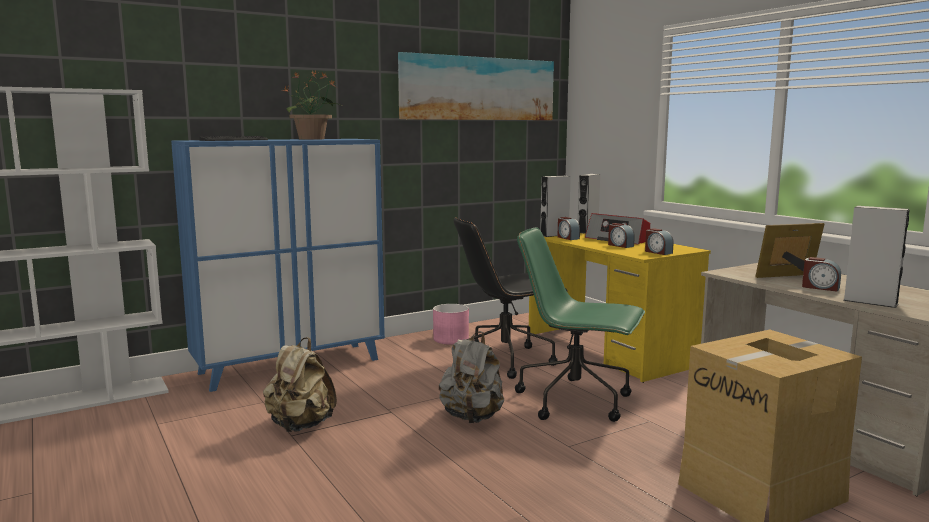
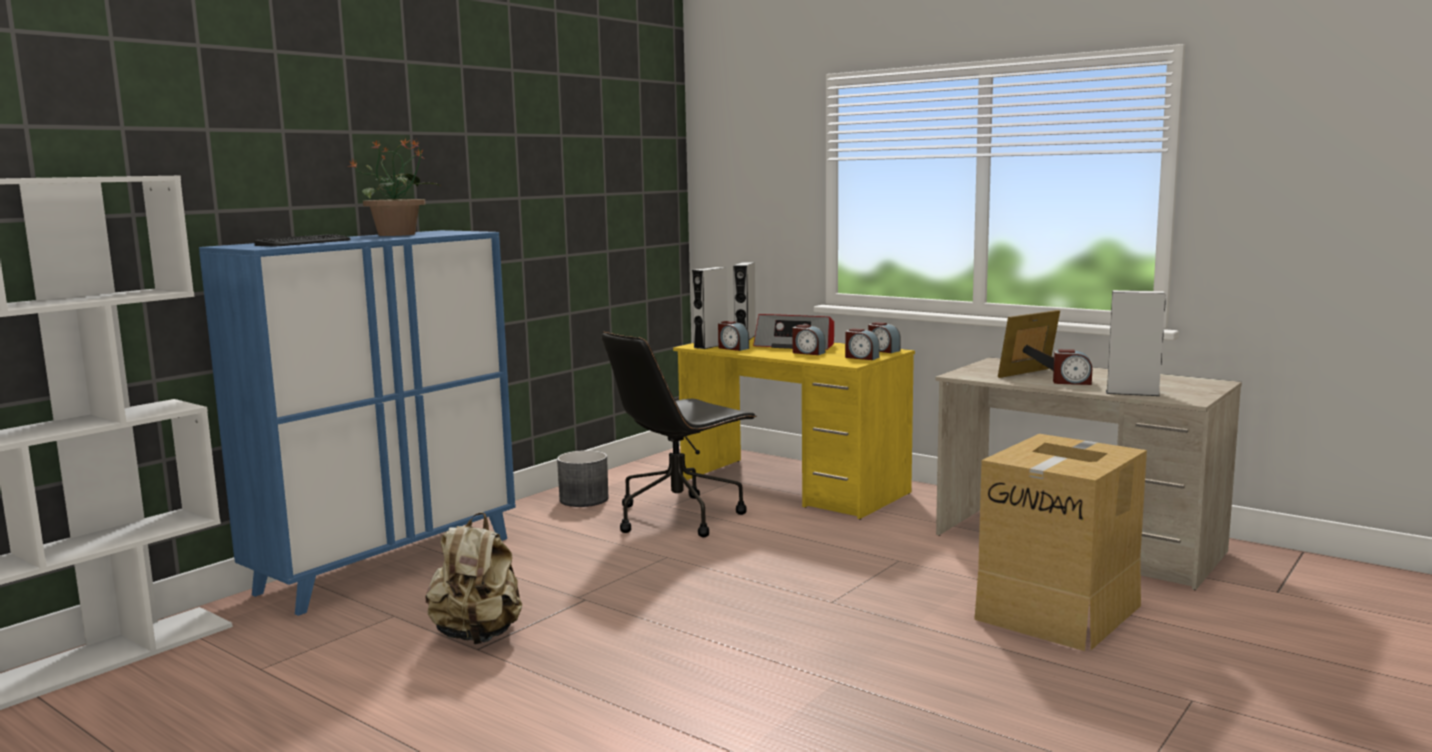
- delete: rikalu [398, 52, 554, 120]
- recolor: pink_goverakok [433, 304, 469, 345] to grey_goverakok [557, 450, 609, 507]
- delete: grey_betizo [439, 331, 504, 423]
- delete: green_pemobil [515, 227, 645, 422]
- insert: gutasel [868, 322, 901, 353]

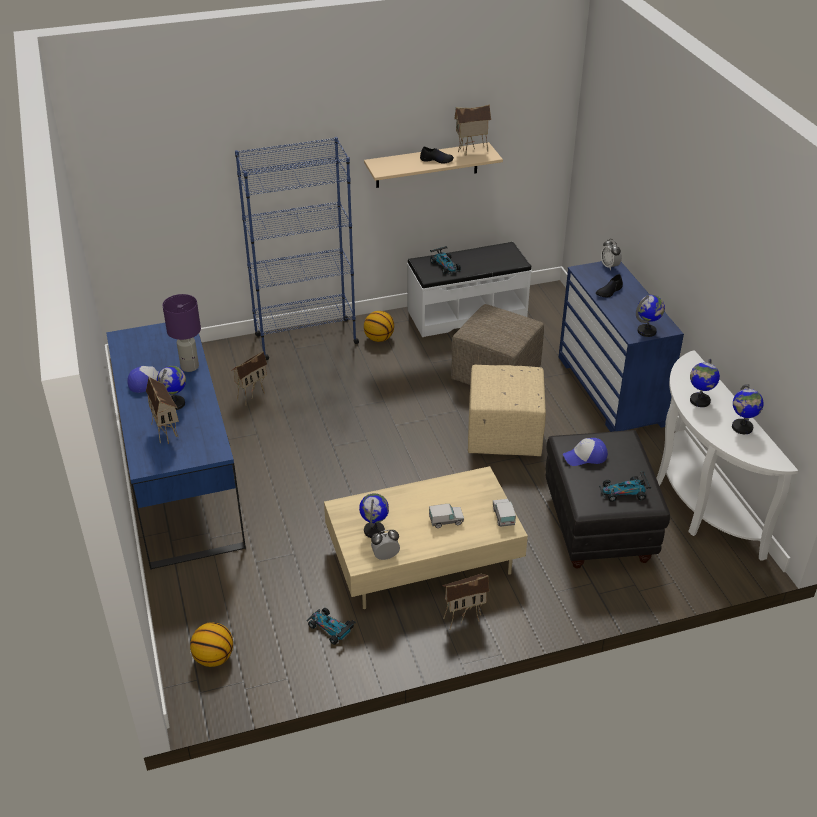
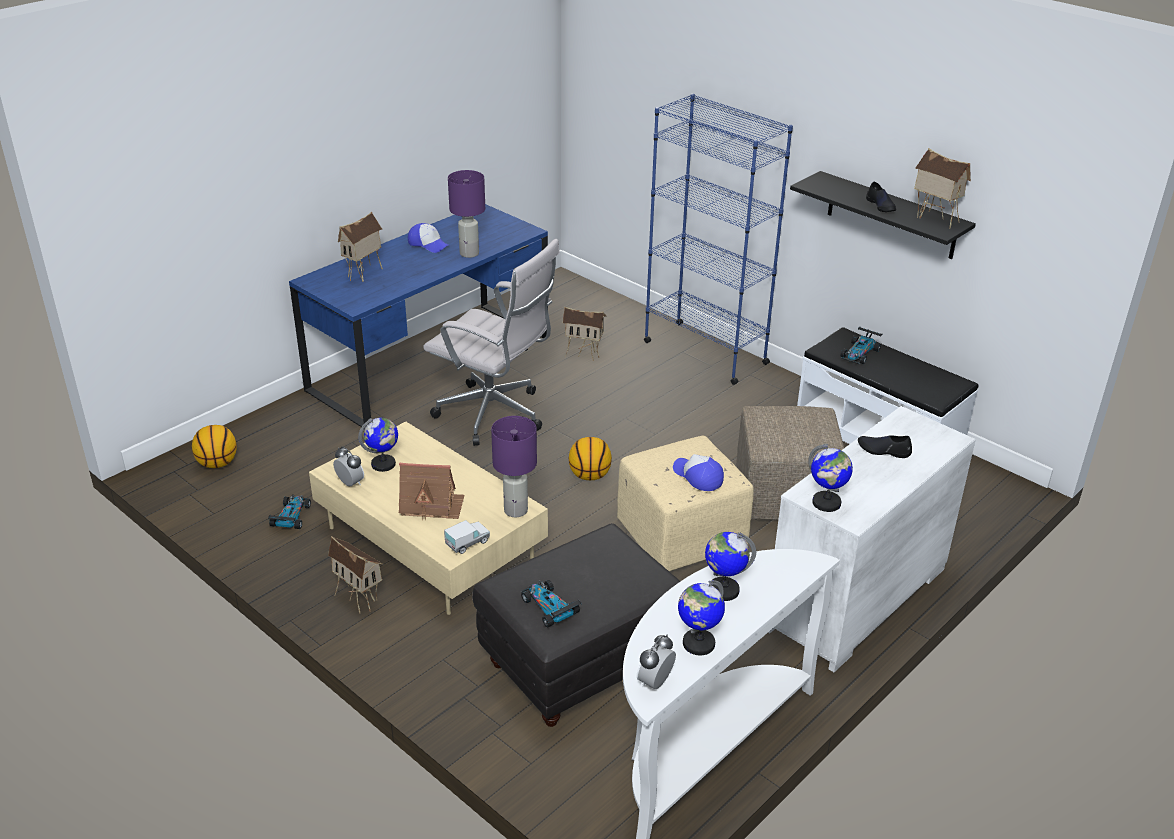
- delete: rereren [157, 366, 186, 410]
- recolor: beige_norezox [364, 142, 503, 188] to black_norezox [790, 171, 976, 259]
- move: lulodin [364, 311, 394, 342] to [569, 437, 612, 480]
- replace: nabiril [429, 504, 464, 528] to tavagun [399, 463, 464, 520]
- recolor: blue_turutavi [559, 261, 684, 432] to white_turutavi [768, 406, 976, 672]
- move: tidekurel [563, 438, 608, 466] to [673, 454, 724, 491]
- move: gutasel [601, 239, 622, 270] to [637, 635, 676, 689]
- insert: white_pemobil [423, 239, 560, 446]
- insert: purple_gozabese [491, 416, 537, 517]

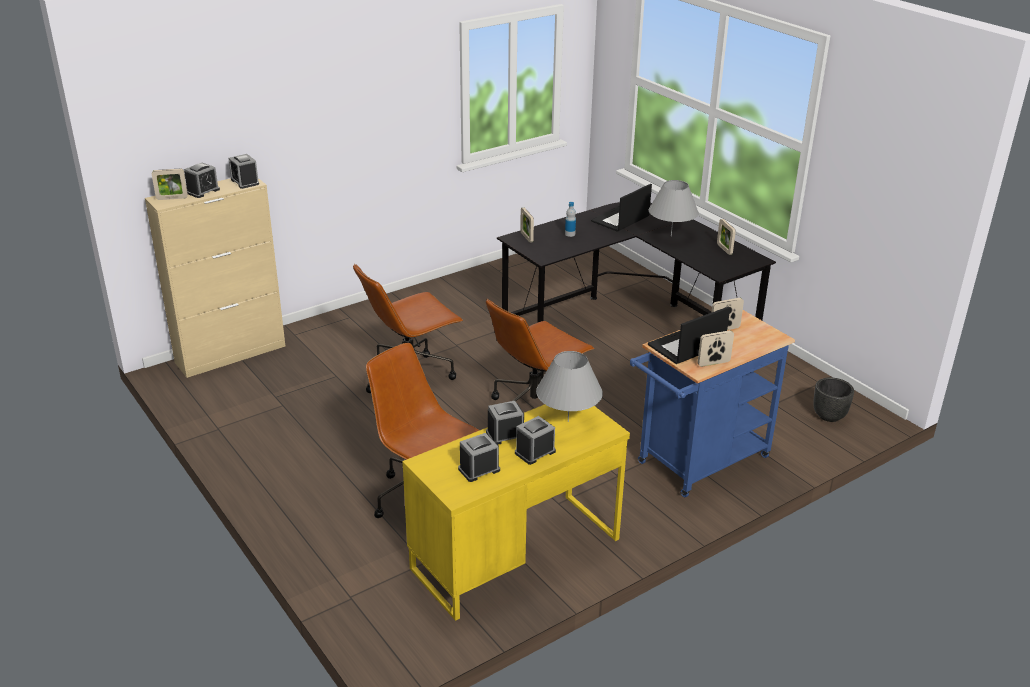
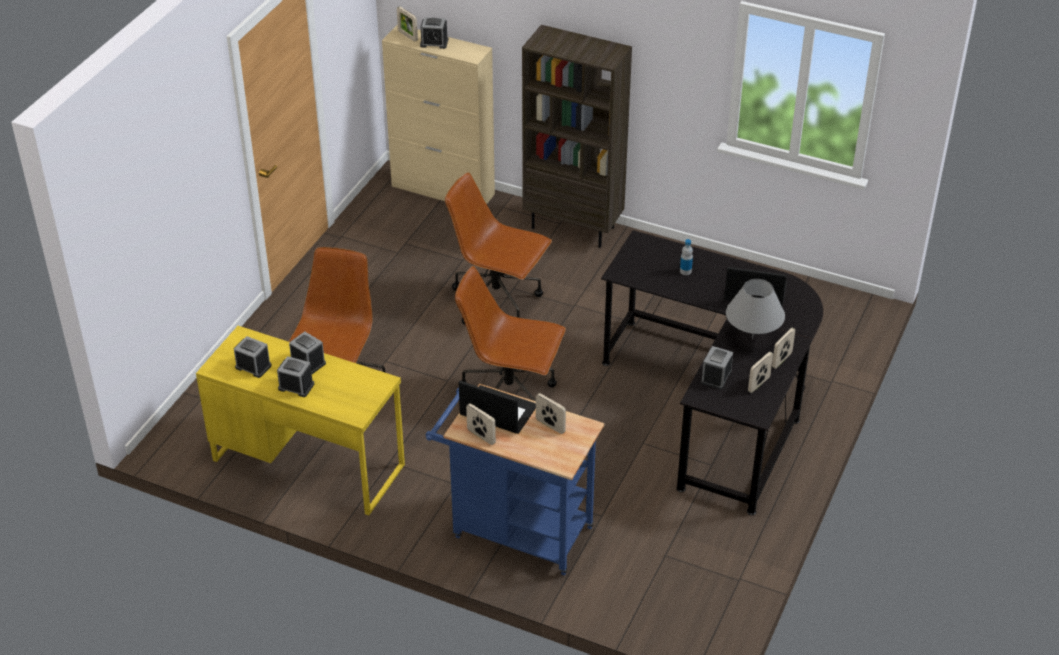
- move: gutasel [229, 154, 259, 189] to [701, 346, 733, 389]
- move: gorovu [520, 208, 534, 243] to [772, 328, 795, 369]
- delete: grey_gozabese [536, 351, 603, 422]
- delete: black_goverakok [813, 377, 854, 422]
- insert: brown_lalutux [522, 25, 632, 248]

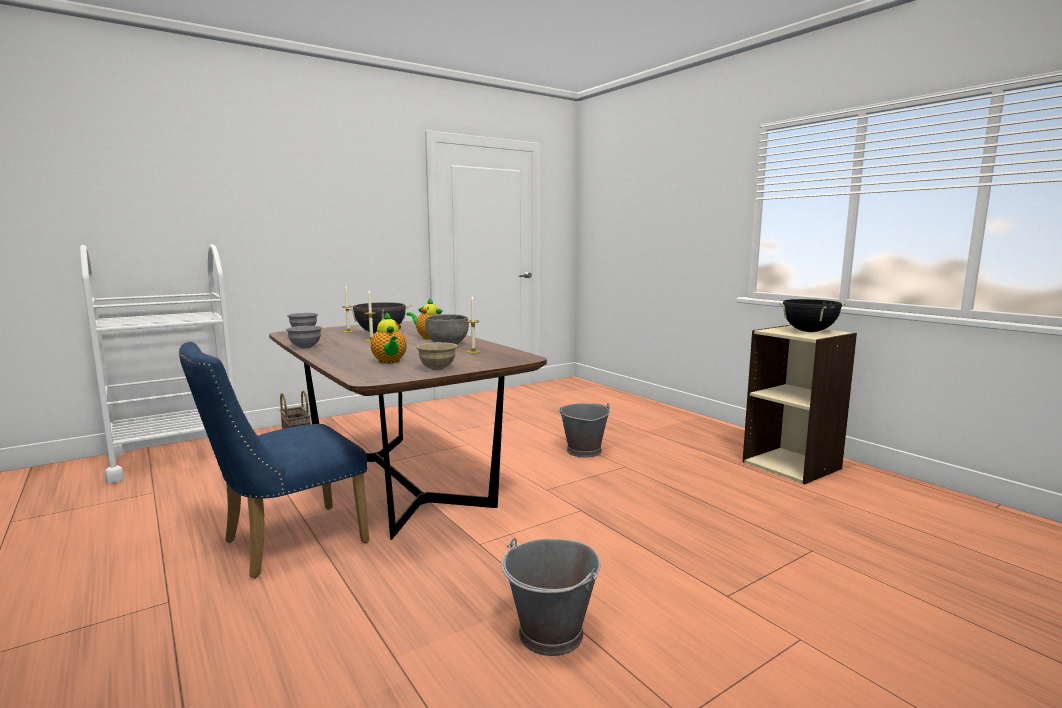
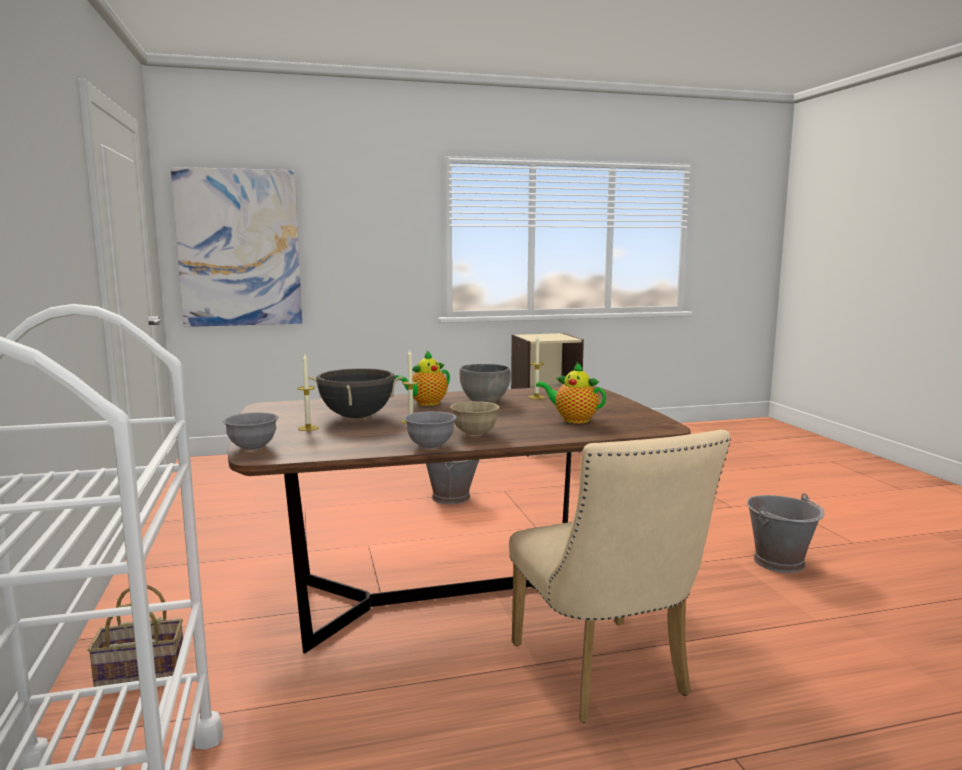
- recolor: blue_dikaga [179, 342, 369, 578] to beige_dikaga [509, 430, 731, 723]
- rotate: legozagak [371, 312, 407, 364] = [536, 362, 606, 423] 150 degrees counterclockwise
- move: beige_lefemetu [416, 342, 457, 370] to [450, 401, 500, 436]
- delete: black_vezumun [777, 299, 847, 332]
- insert: rikalu [171, 167, 302, 327]

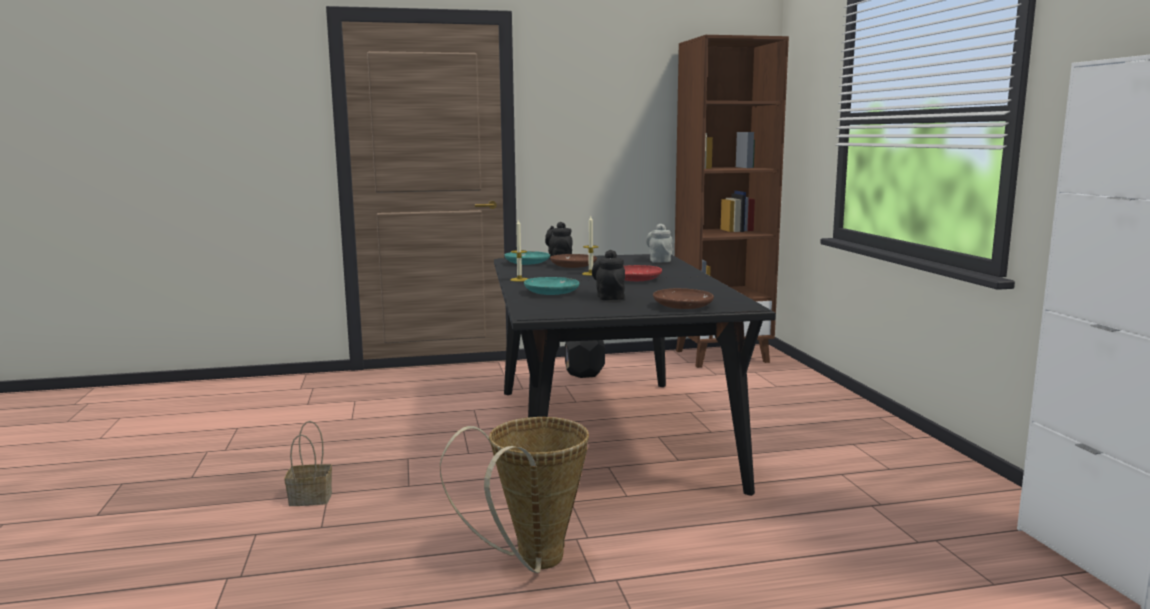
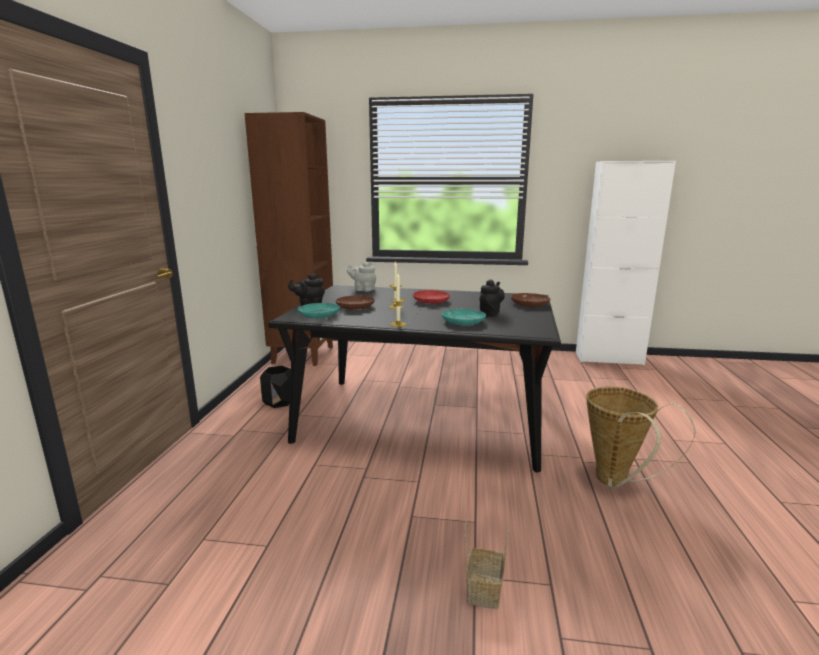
- rotate: black_legozagak [592, 250, 625, 300] = [480, 280, 505, 316] 105 degrees clockwise

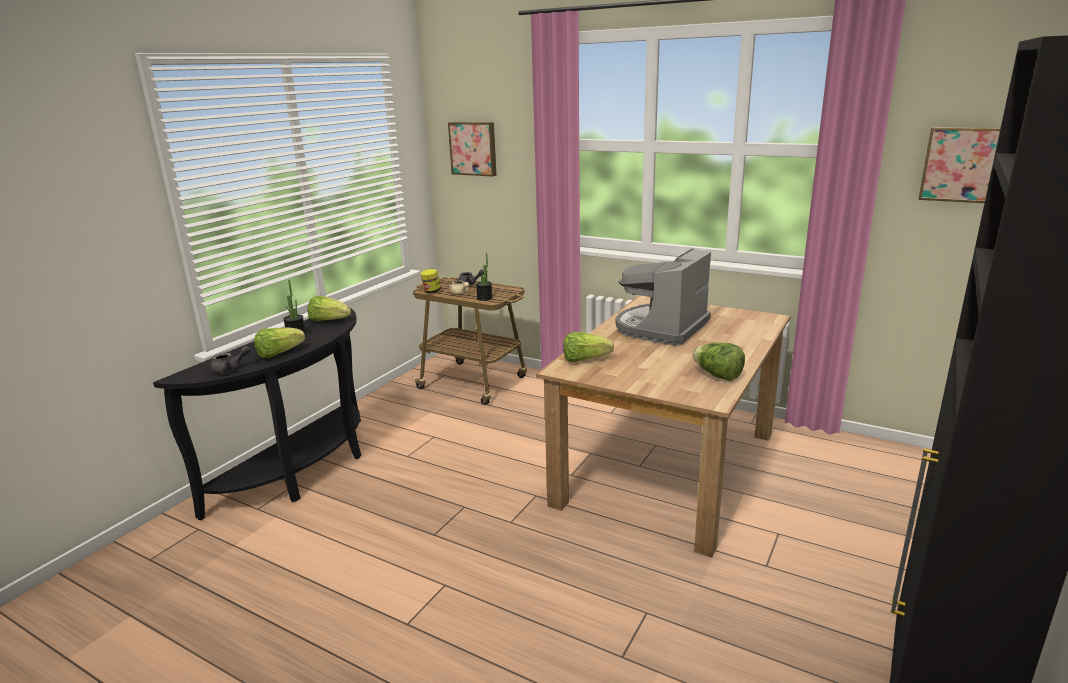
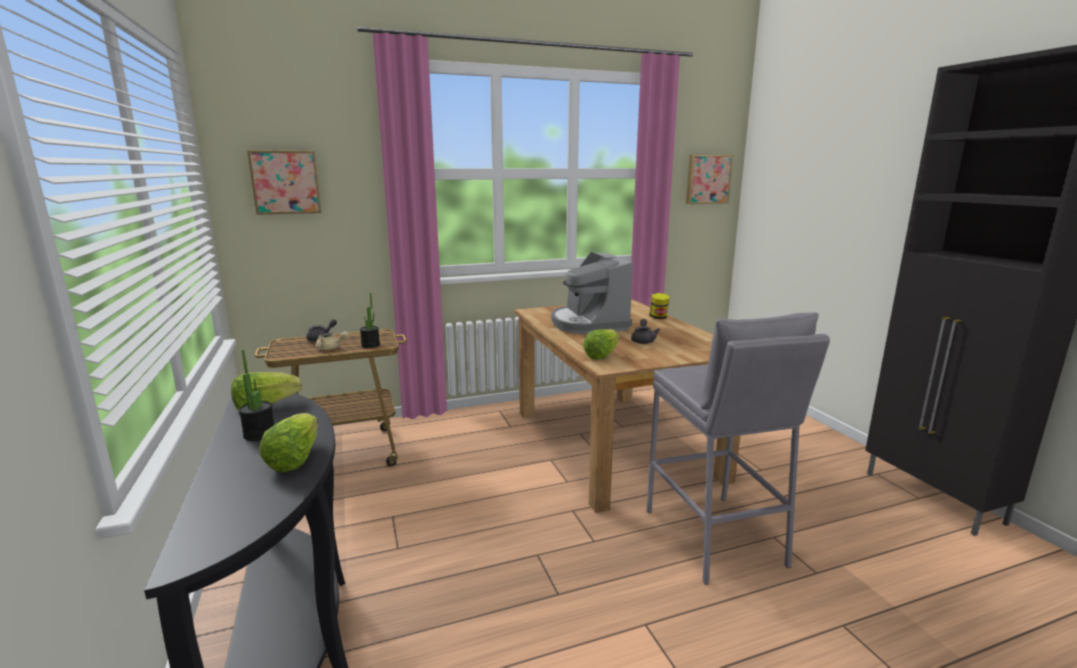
- move: grey_legozagak [210, 346, 250, 374] to [631, 319, 660, 344]
- move: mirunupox [420, 269, 441, 293] to [649, 293, 670, 319]
- delete: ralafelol [693, 342, 745, 381]
- insert: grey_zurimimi [646, 312, 830, 585]

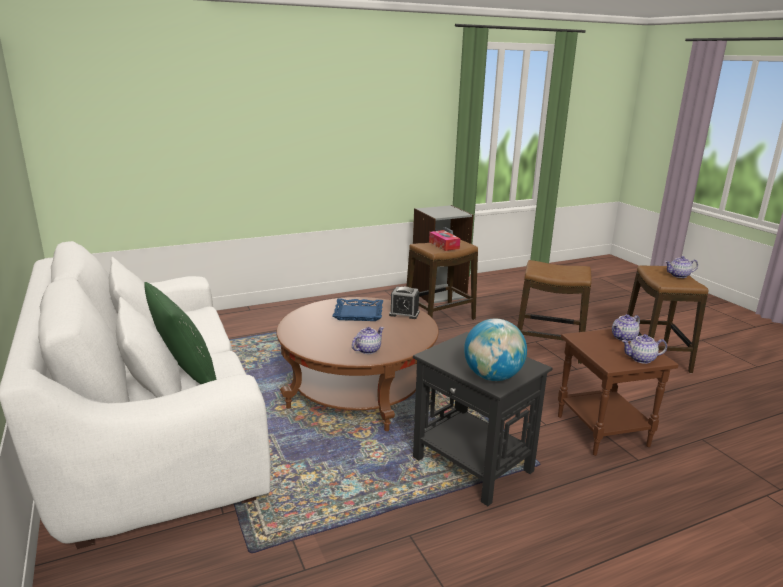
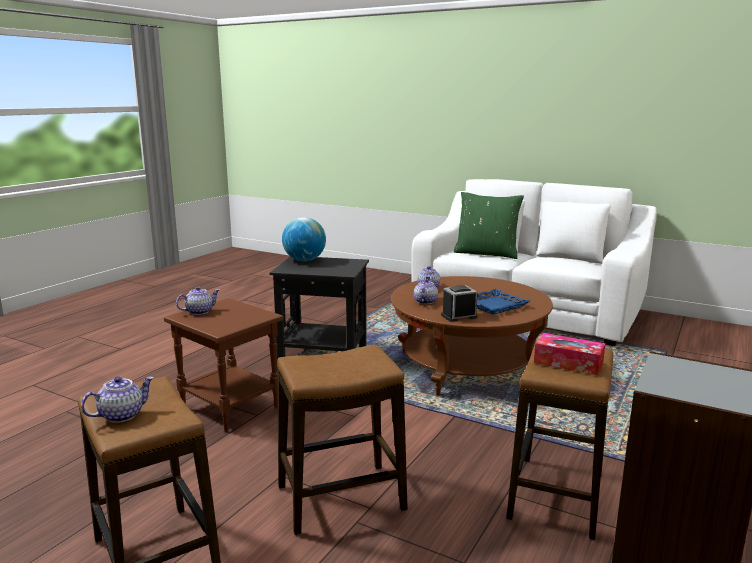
- move: legozagak [612, 314, 640, 342] to [414, 279, 438, 304]

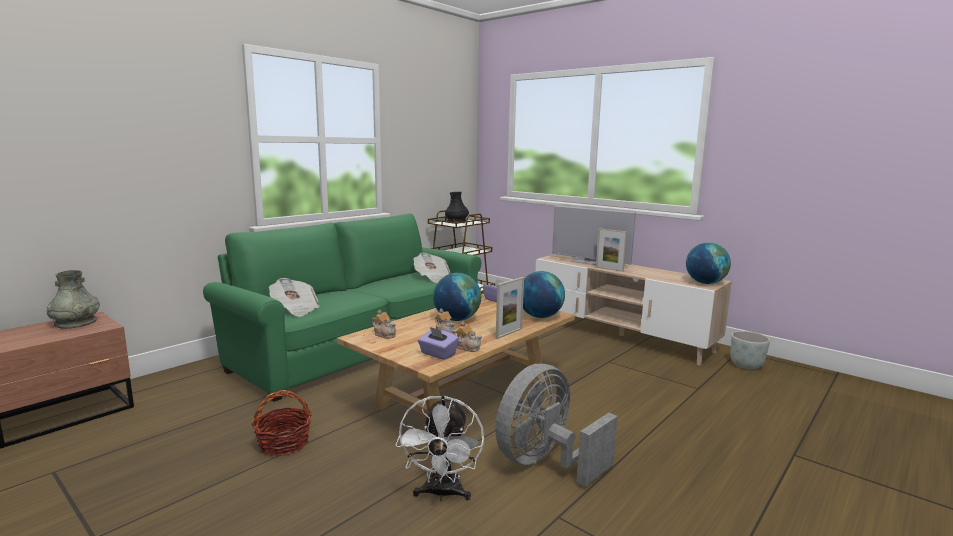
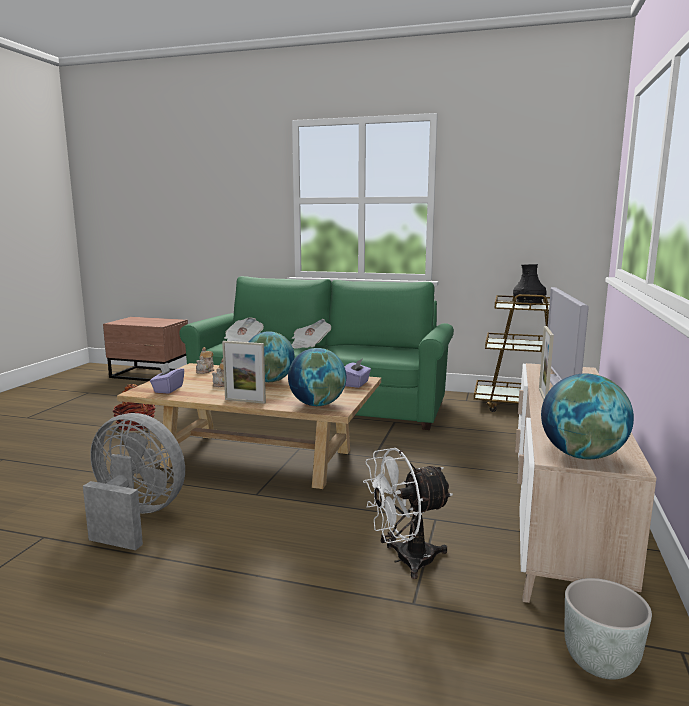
- delete: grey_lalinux [47, 270, 100, 329]
- move: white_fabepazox [395, 395, 484, 501] to [363, 448, 453, 579]
- move: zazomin [413, 253, 450, 283] to [291, 319, 331, 348]
- delete: legozagak [452, 321, 482, 352]

